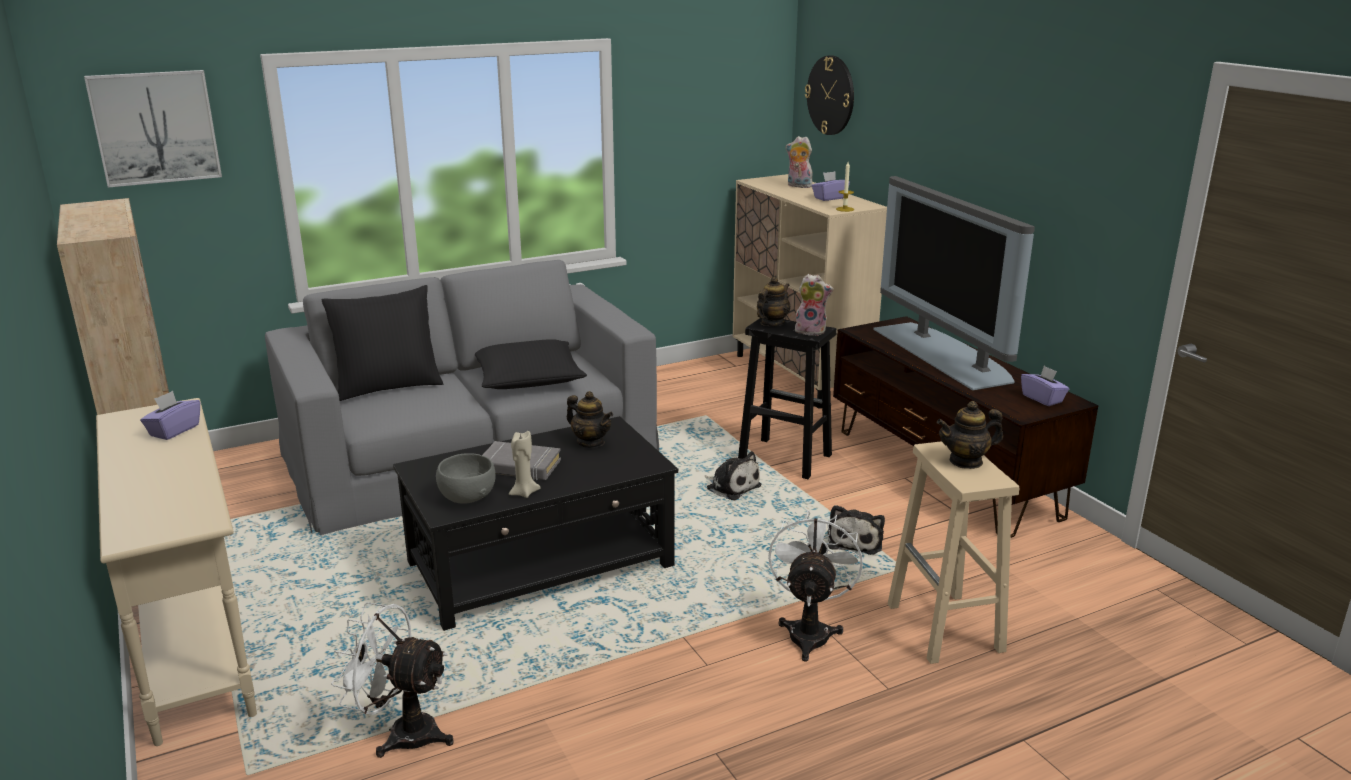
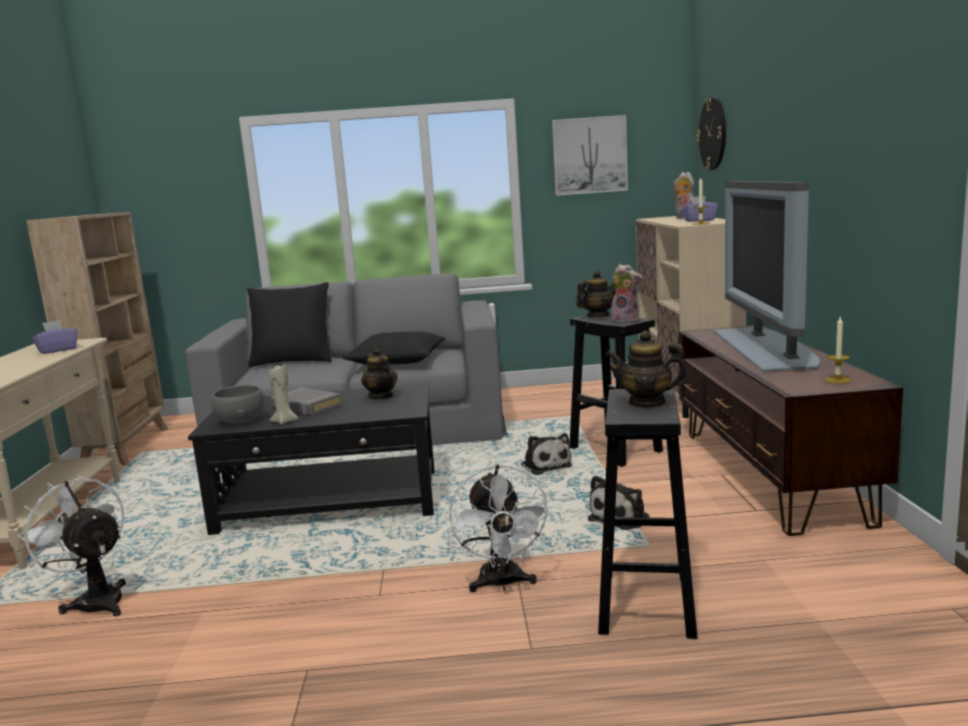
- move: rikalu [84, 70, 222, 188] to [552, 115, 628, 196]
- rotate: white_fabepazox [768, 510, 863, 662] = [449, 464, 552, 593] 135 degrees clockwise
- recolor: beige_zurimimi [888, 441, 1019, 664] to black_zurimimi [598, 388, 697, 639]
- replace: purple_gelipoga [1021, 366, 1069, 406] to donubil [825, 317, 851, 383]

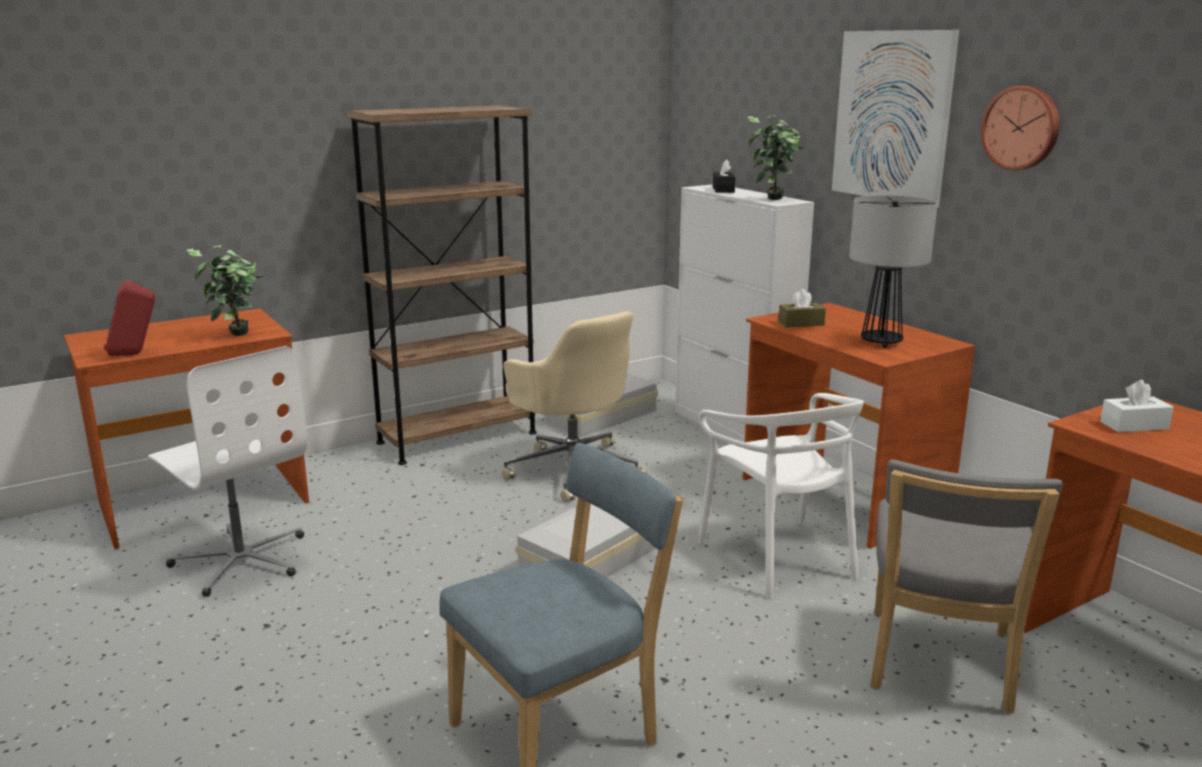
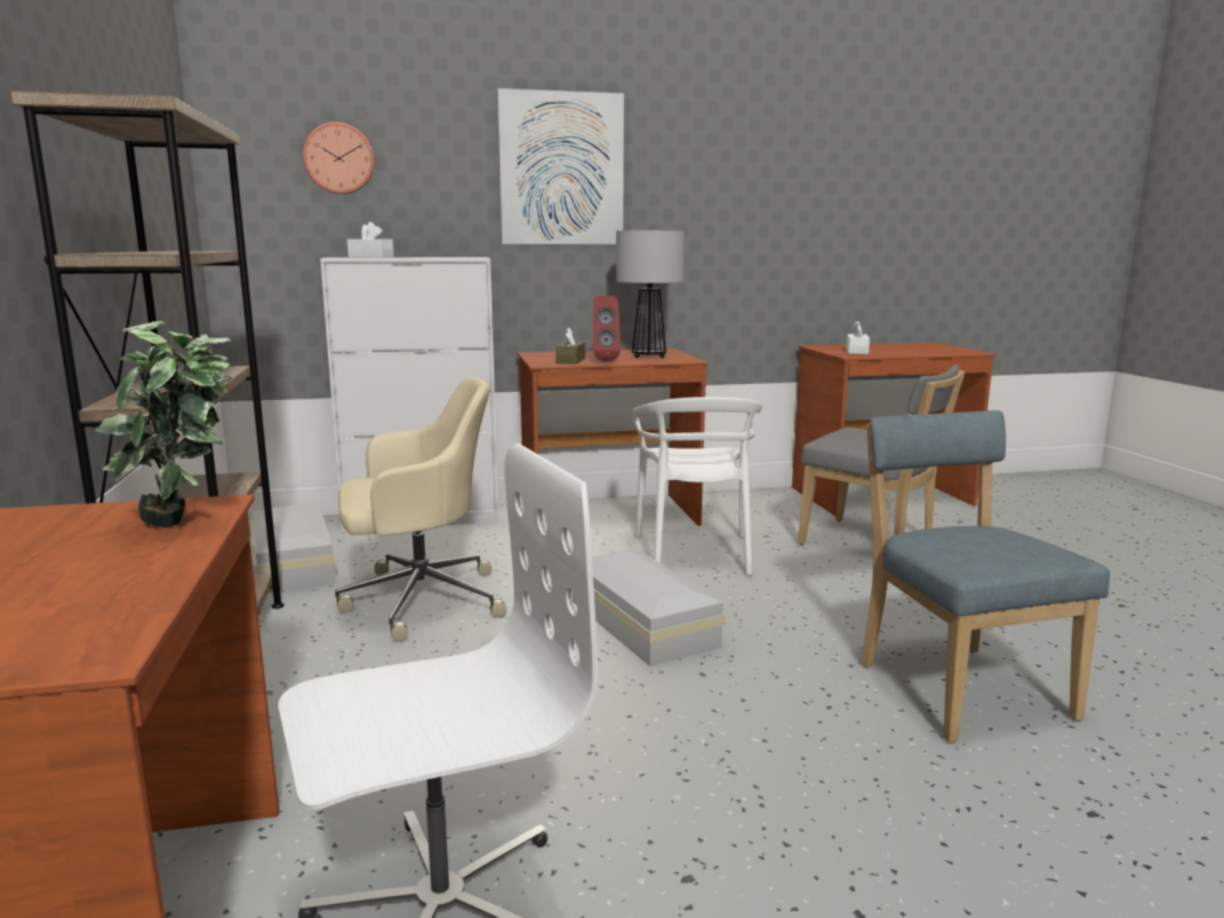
- move: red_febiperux [104, 280, 155, 356] to [593, 296, 621, 361]
- rotate: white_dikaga [698, 393, 864, 599] = [633, 397, 763, 576] 90 degrees clockwise
- recolor: black_gelipoga [713, 159, 735, 193] to white_gelipoga [347, 222, 394, 258]
- delete: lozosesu [748, 115, 805, 200]
- move: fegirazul [981, 85, 1060, 170] to [303, 122, 374, 194]

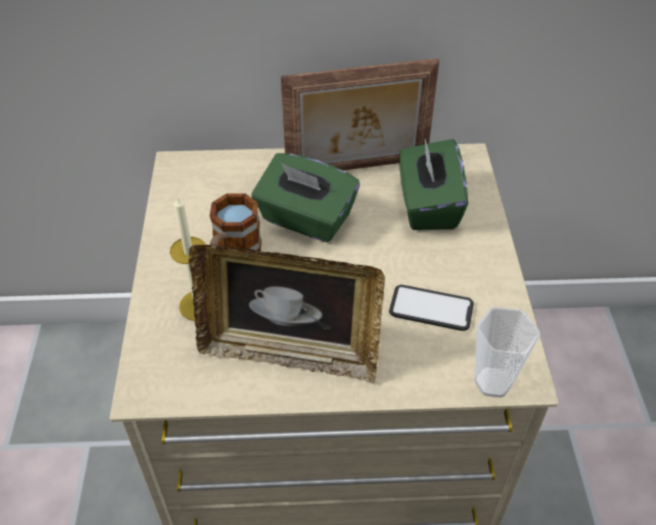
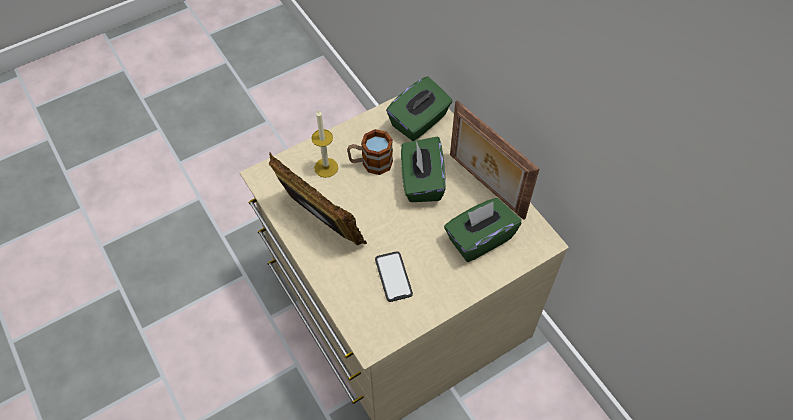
- rotate: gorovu [188, 245, 385, 383] = [269, 153, 367, 245] 150 degrees clockwise
- delete: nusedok [474, 307, 540, 398]
- insert: green_gelipoga [386, 76, 453, 141]

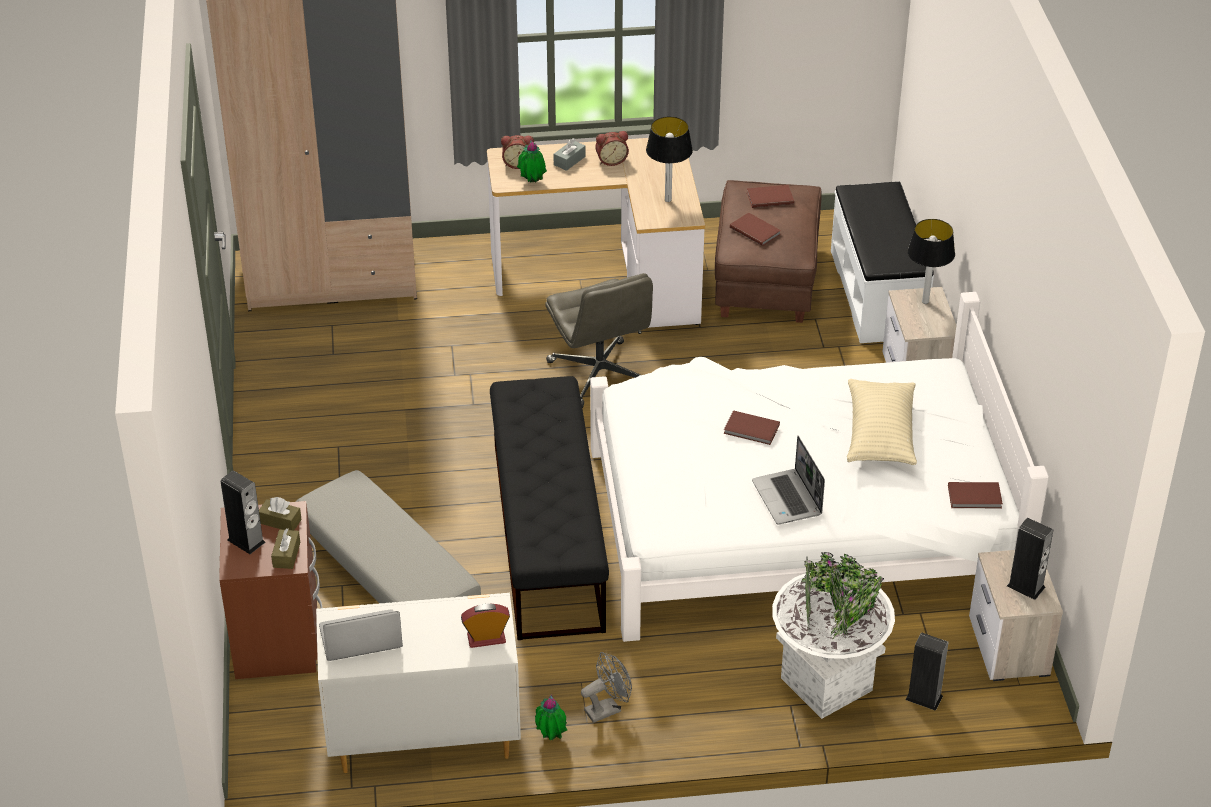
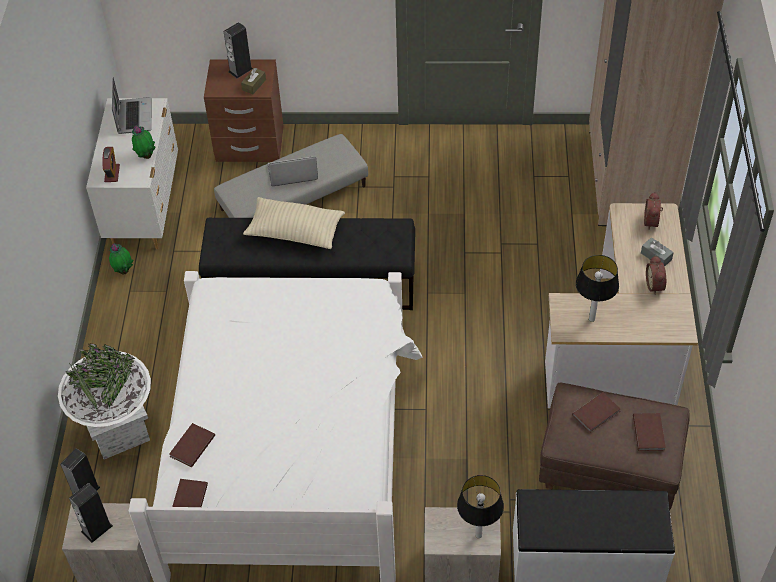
- delete: brown_gelipoga [271, 528, 300, 569]
- move: lozosesu [517, 140, 547, 183] to [132, 125, 156, 159]
- delete: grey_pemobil [545, 273, 653, 408]
- delete: grey_fabepazox [581, 652, 632, 723]
- move: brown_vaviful [724, 410, 780, 445] to [169, 423, 215, 467]
- move: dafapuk [752, 436, 825, 525] to [268, 156, 318, 186]
- move: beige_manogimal [847, 379, 917, 465] to [243, 197, 345, 249]

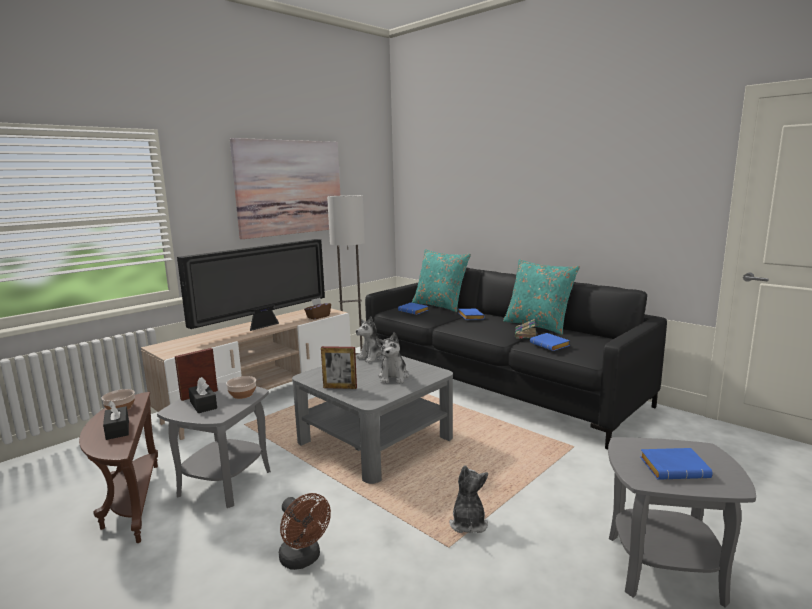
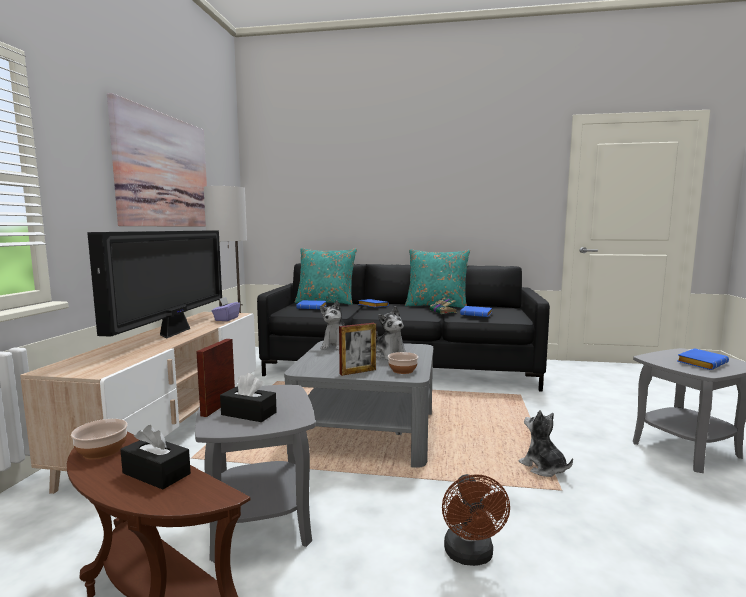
- move: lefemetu [226, 376, 256, 399] to [388, 352, 418, 374]
- rotate: brown_fabepazox [279, 493, 331, 570] = [442, 474, 510, 566] 75 degrees clockwise
- recolor: brown_gelipoga [304, 298, 331, 320] to purple_gelipoga [212, 297, 240, 321]

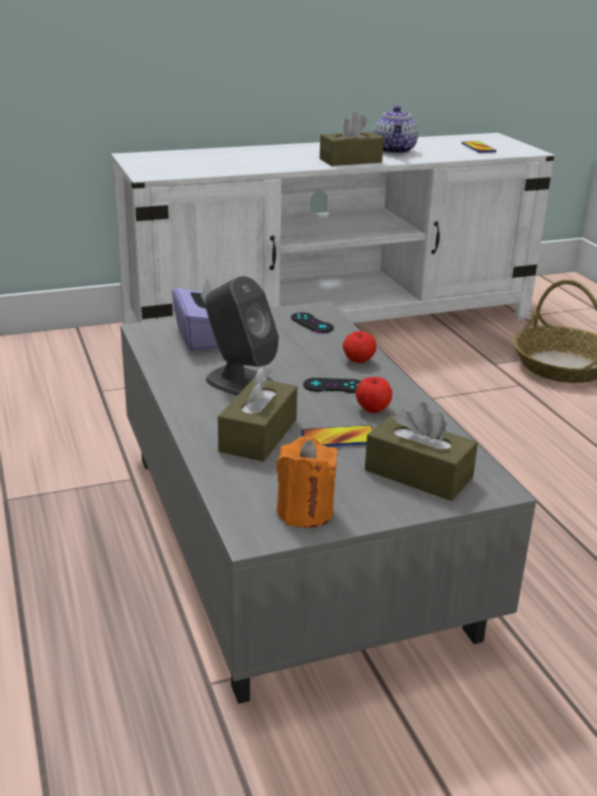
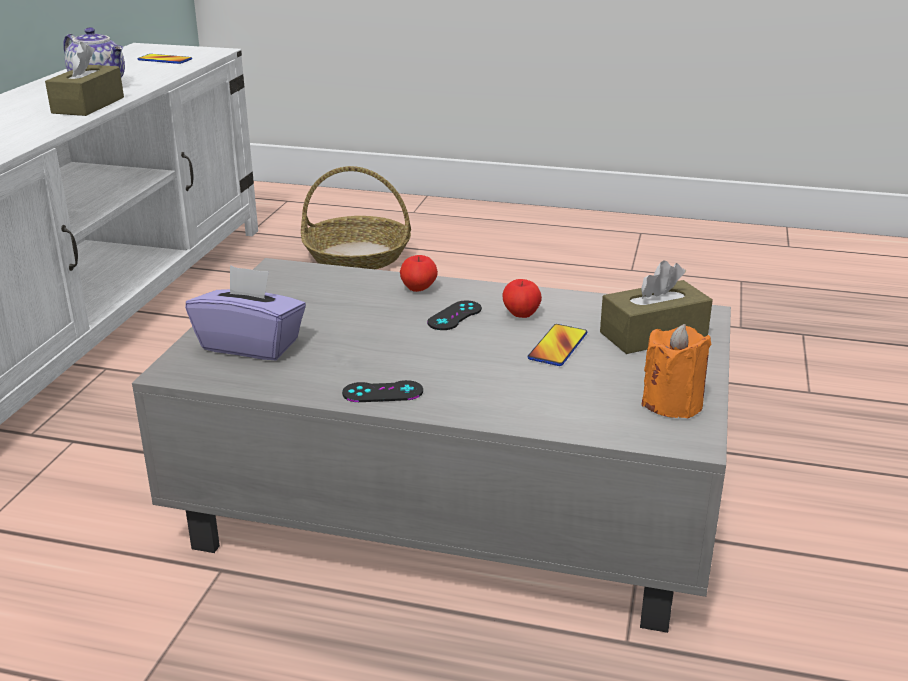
- delete: grey_febiperux [205, 276, 279, 396]
- delete: brown_gelipoga [218, 365, 297, 462]
- move: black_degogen [291, 312, 334, 333] to [342, 380, 423, 402]

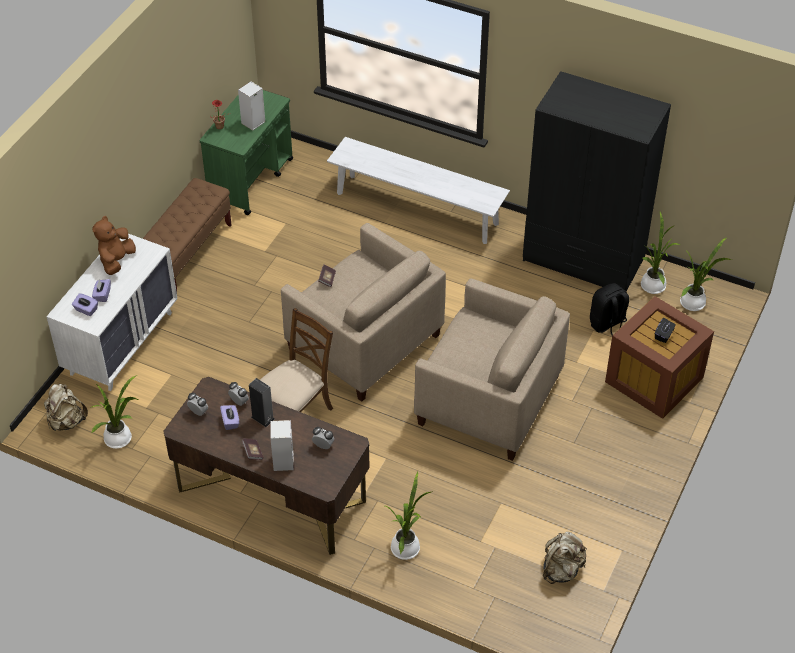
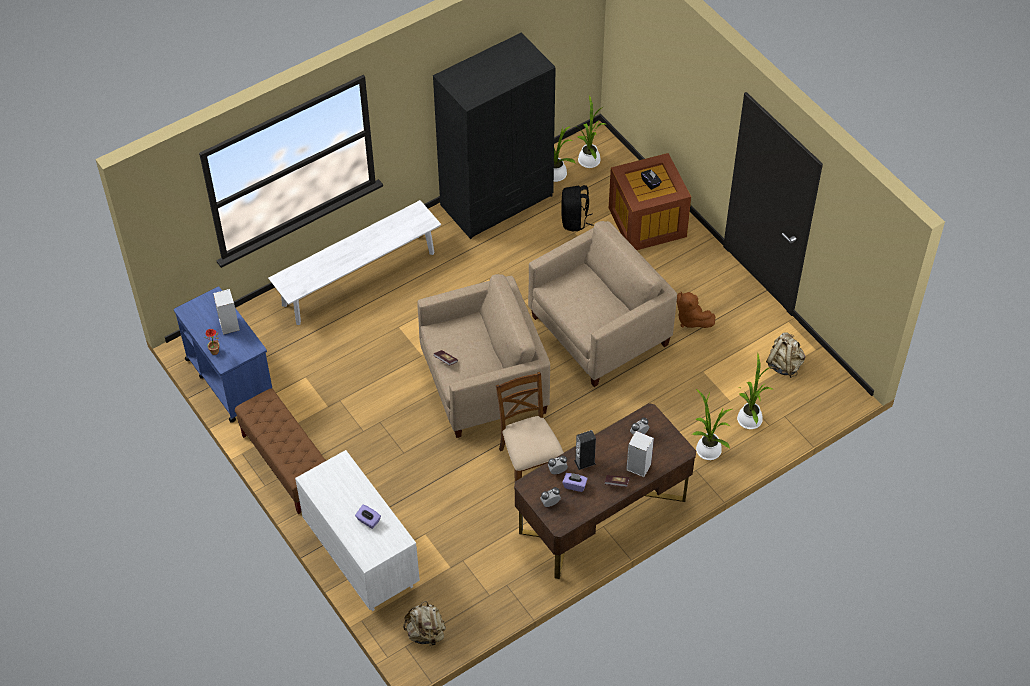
- delete: purple_gelipoga [72, 293, 98, 316]
- move: lozosesu [90, 375, 138, 449] to [737, 353, 774, 429]
- move: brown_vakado [92, 216, 136, 275] to [677, 292, 715, 328]
- recolor: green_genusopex [200, 90, 293, 215] to blue_genusopex [174, 286, 272, 423]

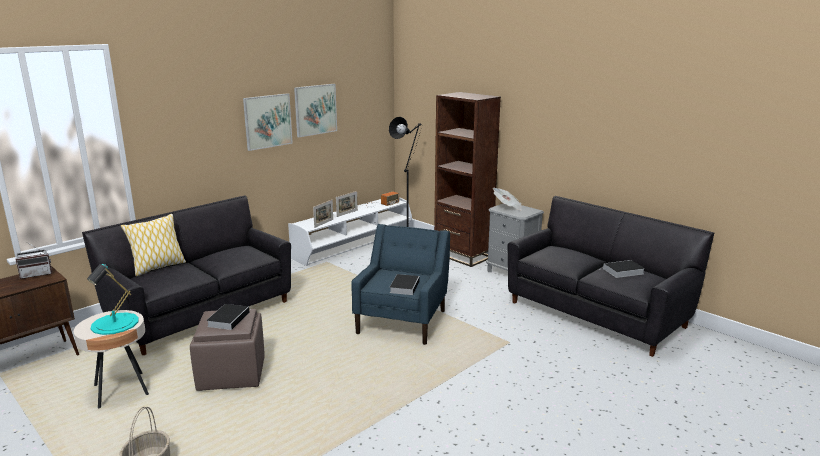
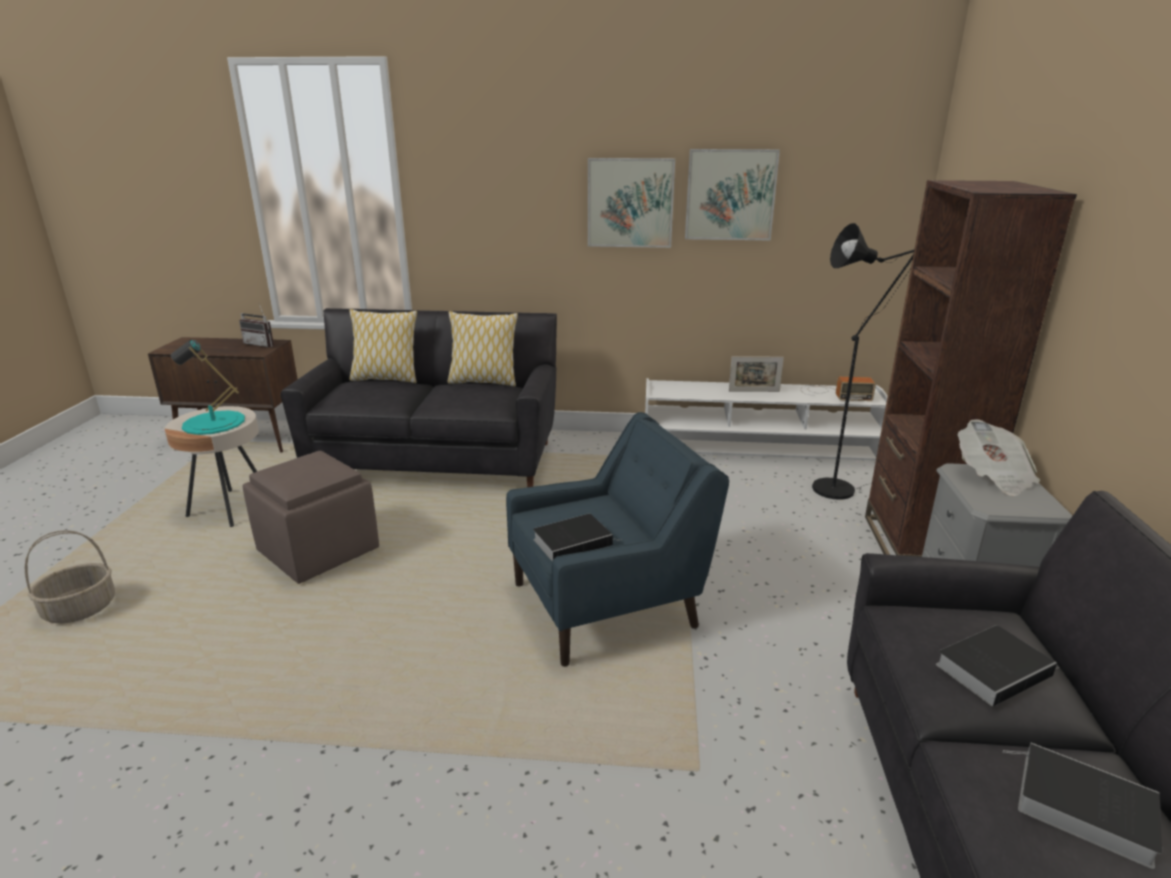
- move: vaviful [206, 304, 251, 330] to [936, 625, 1060, 707]
- delete: gorovu [313, 200, 333, 228]
- insert: manogimal [447, 311, 518, 386]

